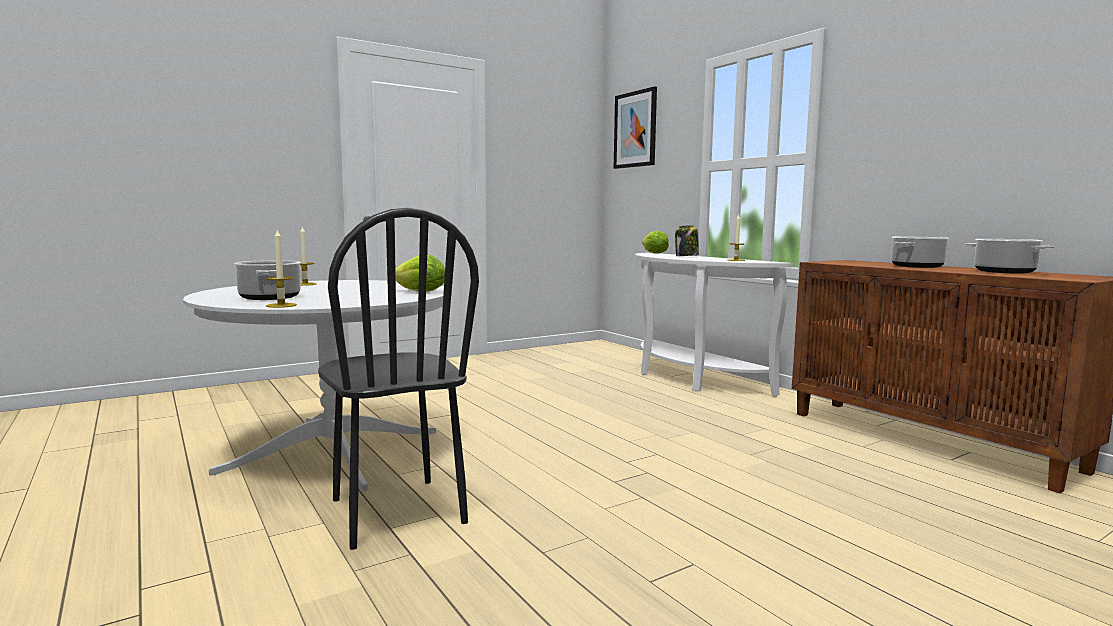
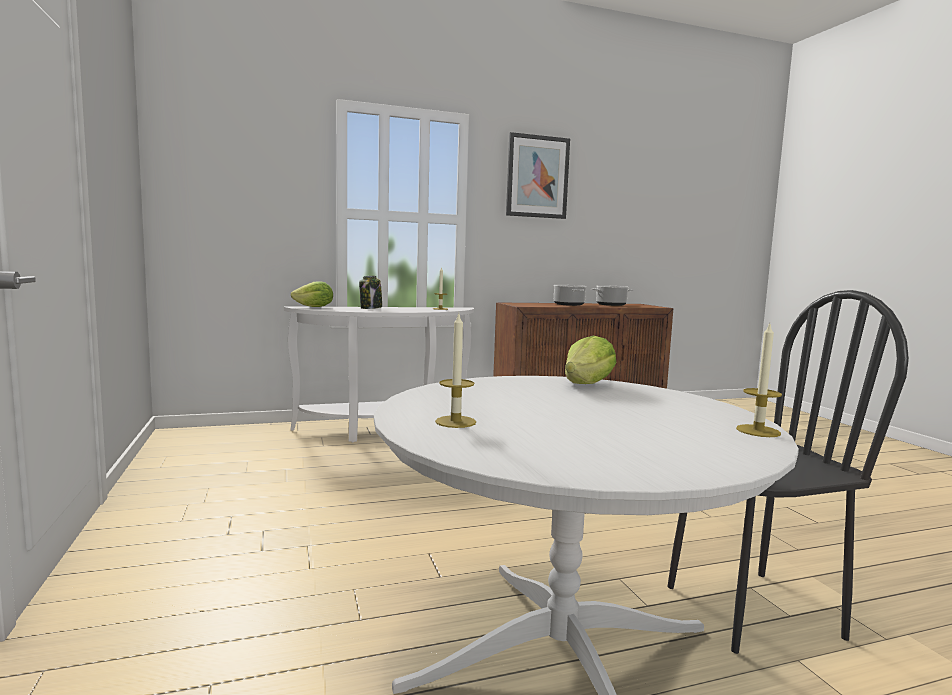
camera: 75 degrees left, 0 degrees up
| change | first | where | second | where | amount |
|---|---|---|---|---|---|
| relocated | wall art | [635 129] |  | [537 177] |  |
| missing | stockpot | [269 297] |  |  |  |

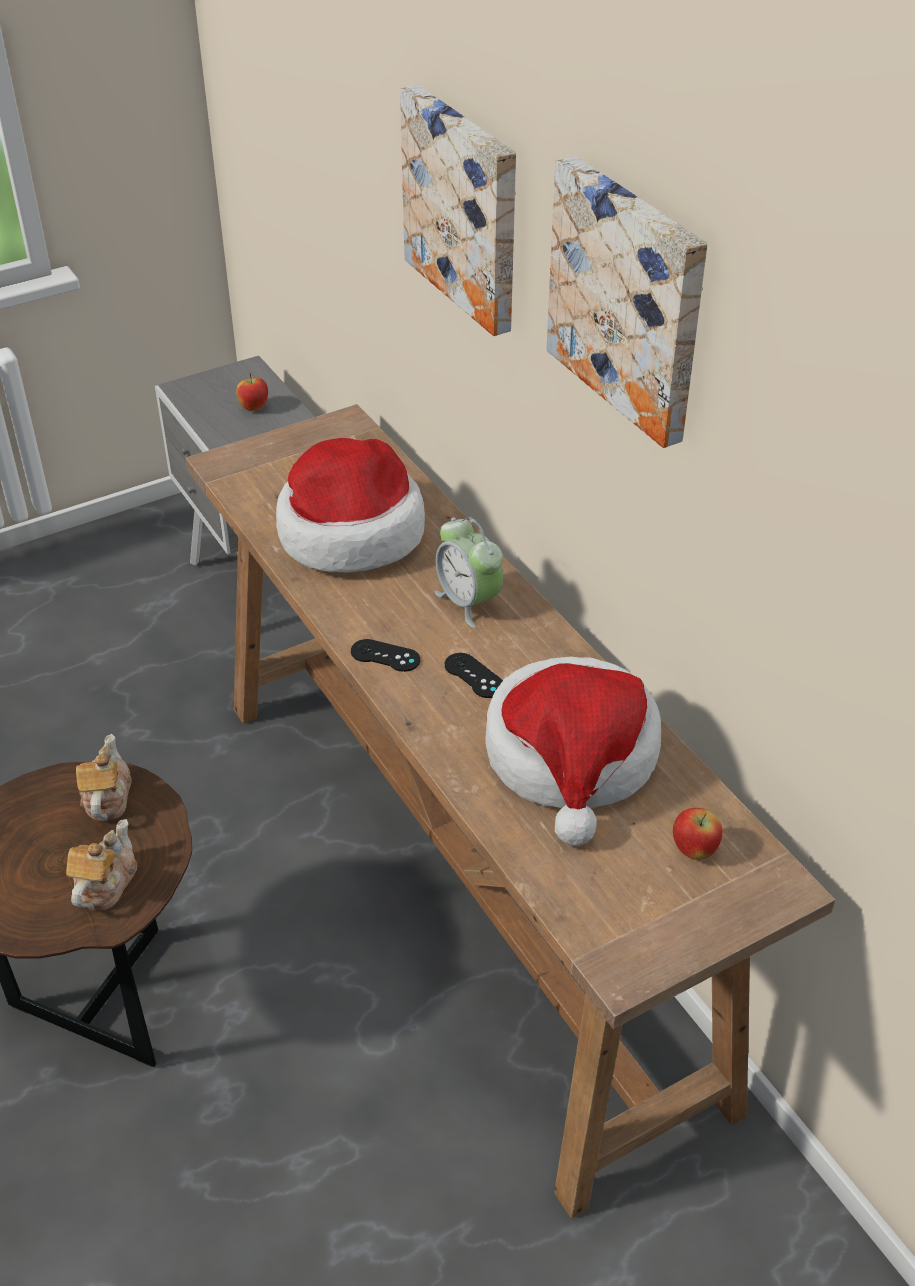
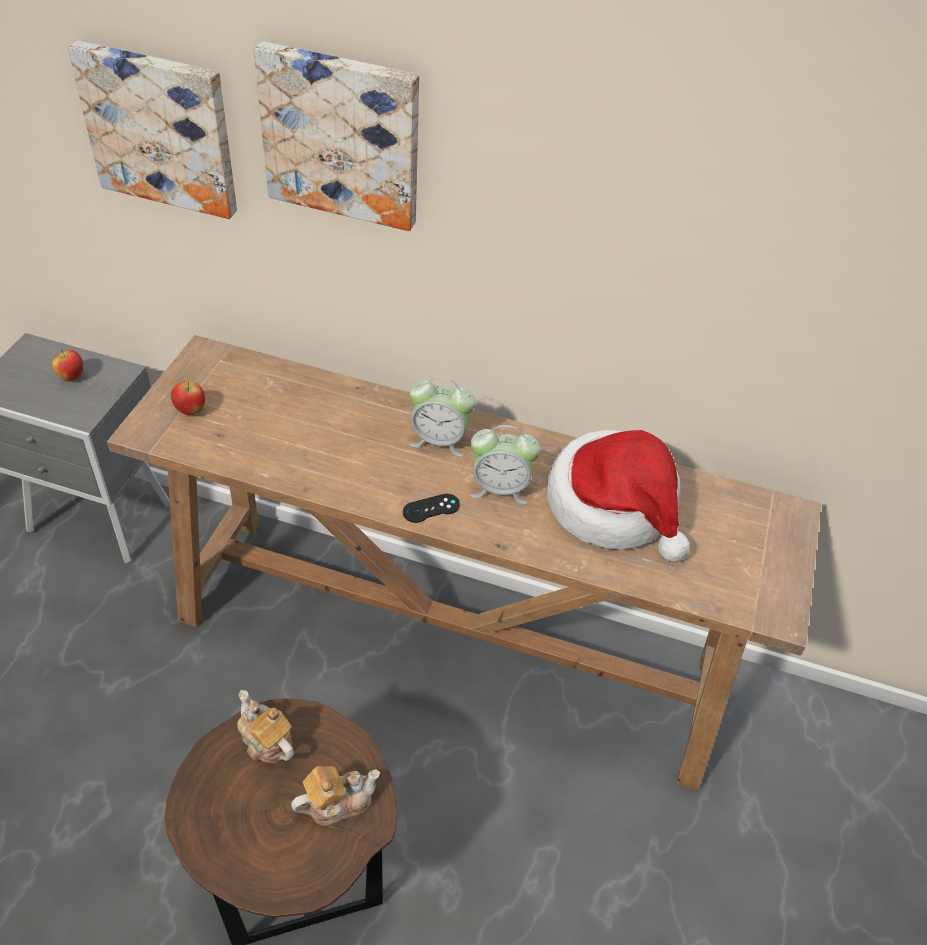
camera: 45 degrees left, 5 degrees up
| change | first | where | second | where | amount |
|---|---|---|---|---|---|
| relocated | wall art | [630 298] |  | [161 128] |  |
| missing | hat | [349 532] |  |  |  |
| exchanged | gamepad (blackish) | [474 676] | table clock | [500 488] |  |
| relocated | apple fruit | [694 850] |  | [191 411] |  |
| spun | tea pot | [105 884] |  | [337 802] | 90 degrees clockwise |

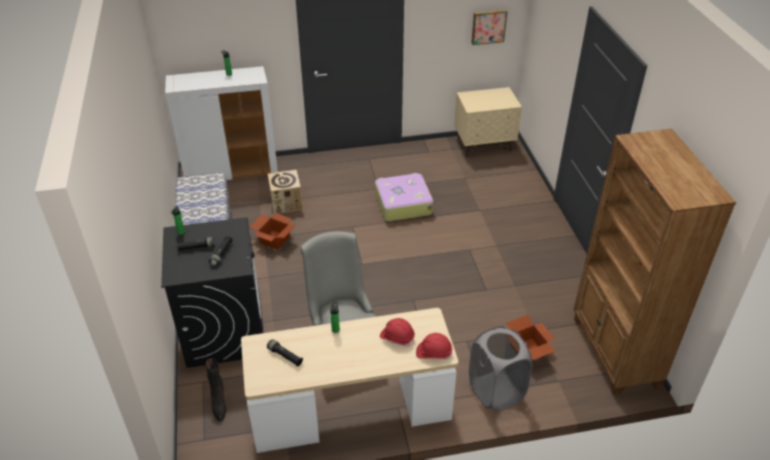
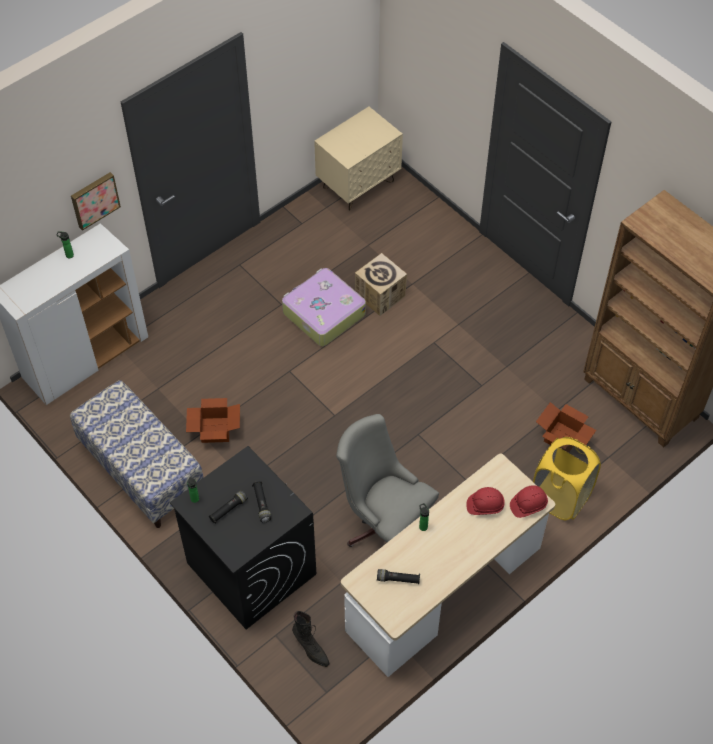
camera: 30 degrees left, 15 degrees up
| change | first | where | second | where | amount |
|---|---|---|---|---|---|
| relocated | wall art | [488 26] |  | [94 199] |  |
| relocated | cardboard box | [286 203] |  | [380 295] |  |
| colour | hamper (grey) | [495 391] | hamper (yellow-coloured) | [560 497] |  |

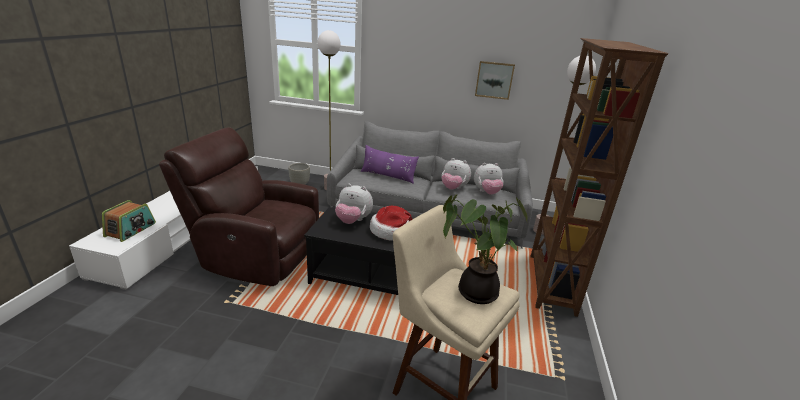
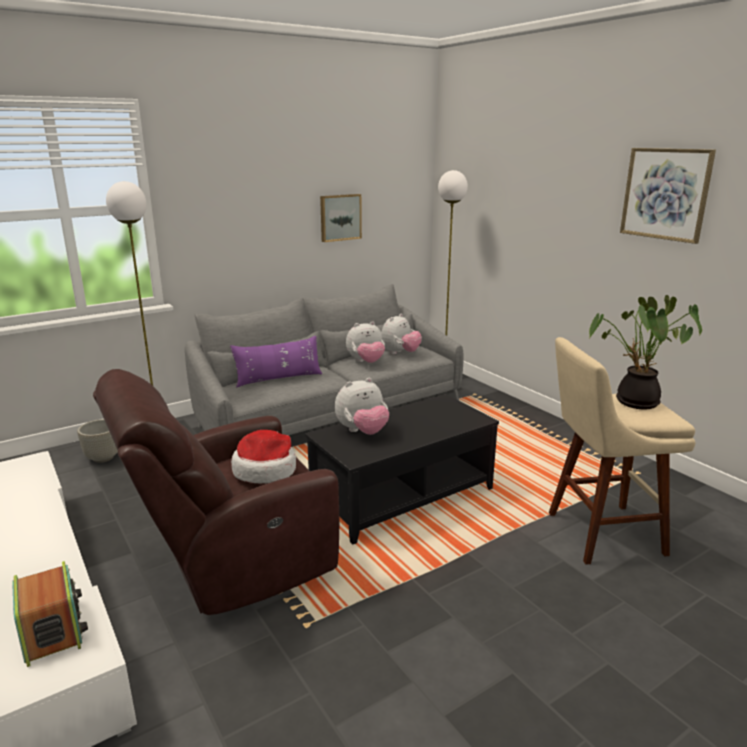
camera: 45 degrees left, 5 degrees down
| change | first | where | second | where | amount |
|---|---|---|---|---|---|
| missing | bookcase (brown) | [550 283] |  |  |  |
| relocated | hat | [391 231] |  | [265 470] |  |
| appeared |  |  | wall art | [665 194] |  |

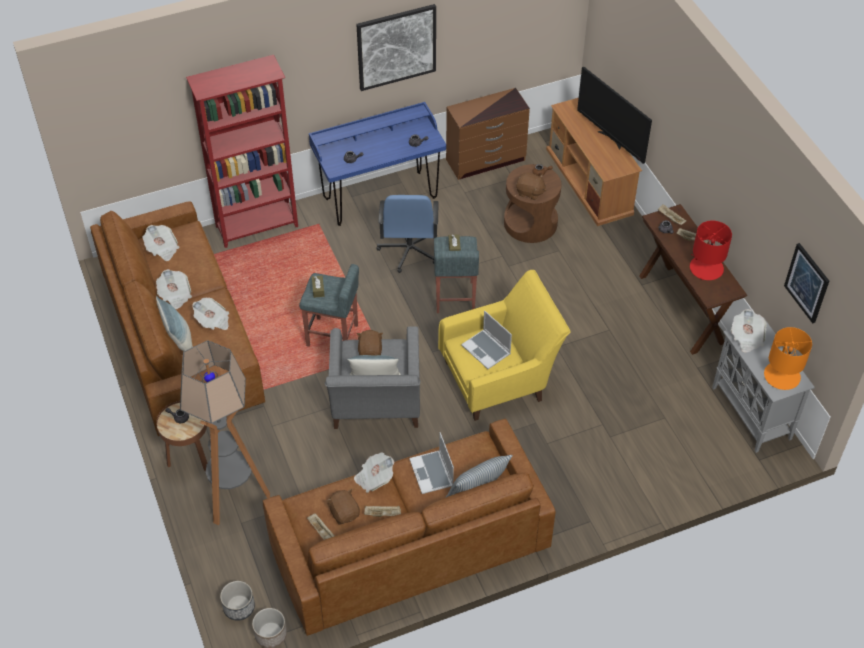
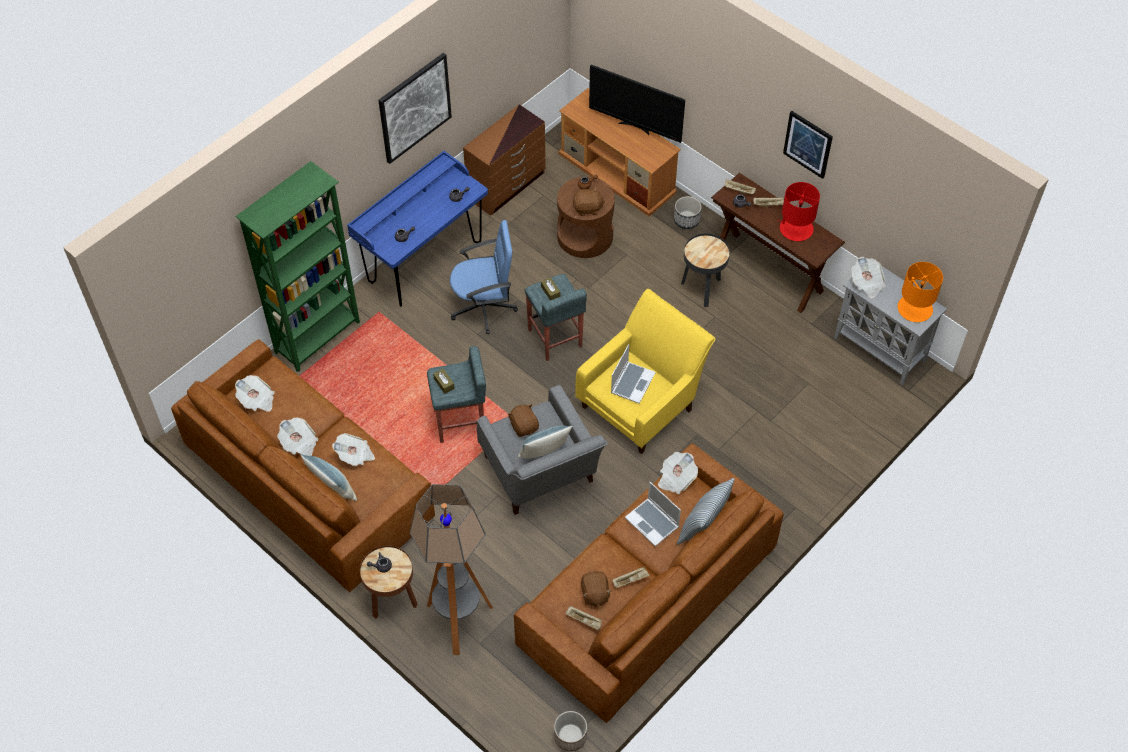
camera: 25 degrees left, 5 degrees up
| change | first | where | second | where | amount |
|---|---|---|---|---|---|
| colour | bookcase (red) | [258 227] | bookcase (greenish) | [318 337] |  |
| spun | computer chair (blue-coloured) | [409 251] |  | [484 307] | 75 degrees counterclockwise |
| relocated | wall art | [807 283] |  | [808 144] |  |
| spun | notebook computer | [487 350] |  | [632 382] | 90 degrees counterclockwise |
| relocated | printed paper | [374 478] |  | [676 478] |  |
| spun | cuddly toy (brown) | [344 513] |  | [594 594] | 135 degrees counterclockwise |
| relocated | flower pot | [239 607] |  | [687 220] |  |
| appeared |  |  | side table (blackish) | [702 289] |  |

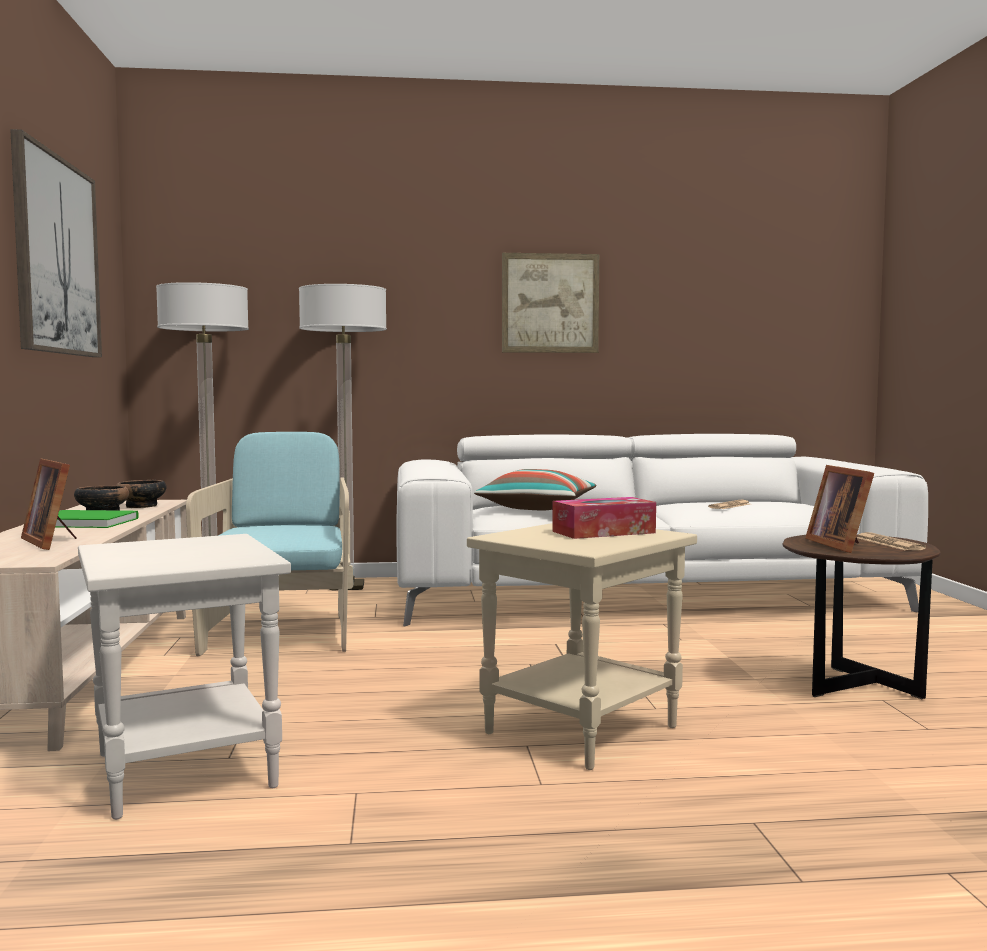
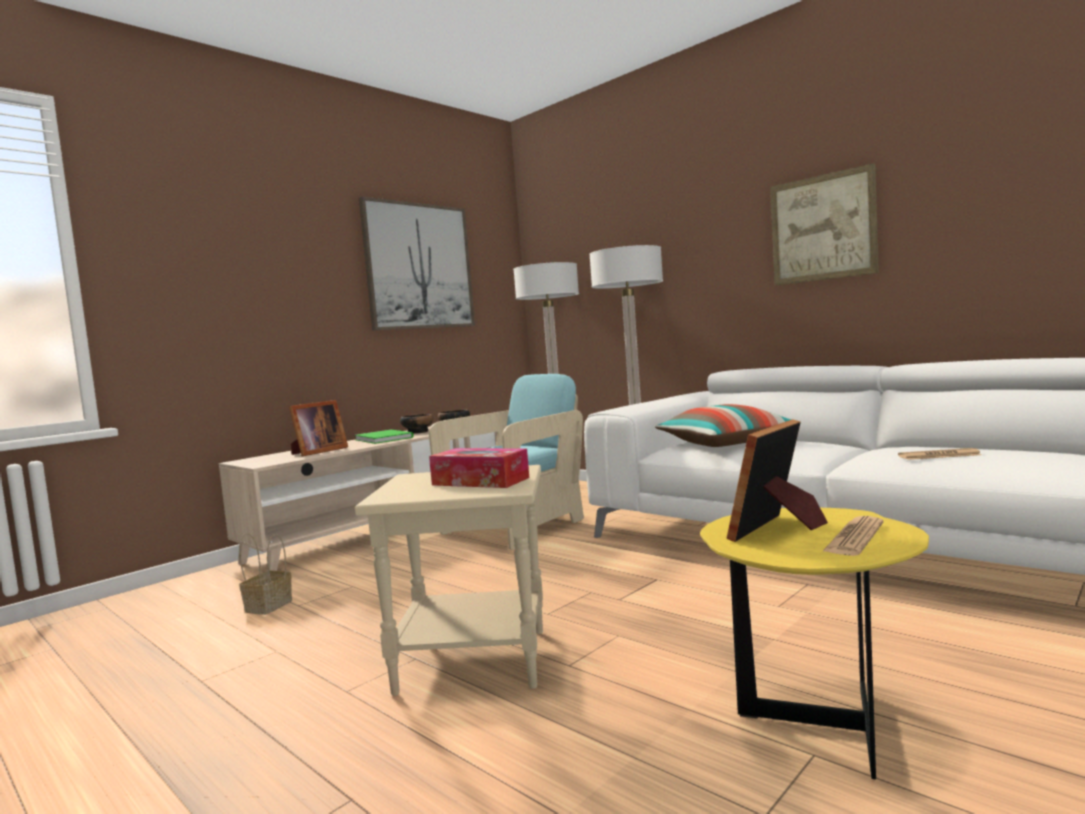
camera: 50 degrees right, 0 degrees up
| change | first | where | second | where | amount |
|---|---|---|---|---|---|
| spun | photo frame | [53 542] |  | [317 452] | 150 degrees counterclockwise |
| exchanged | side table (whitish) | [182 770] | basket | [269 605] |  |
| colour | side table (brown) | [854 689] | side table (yellow-coloured) | [816 727] |  |

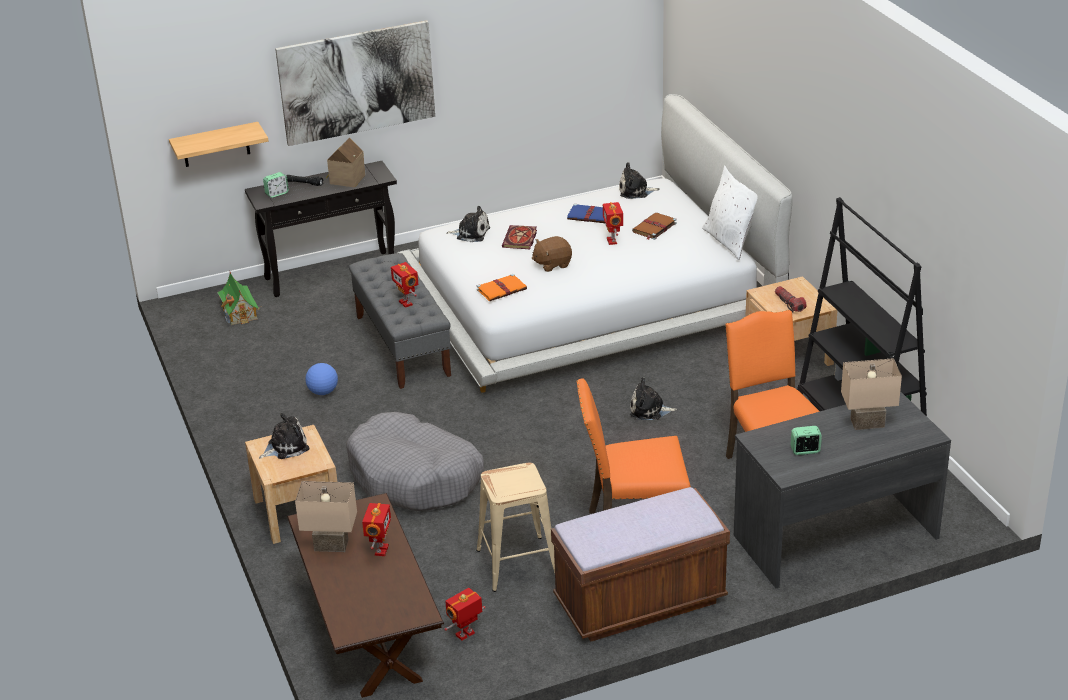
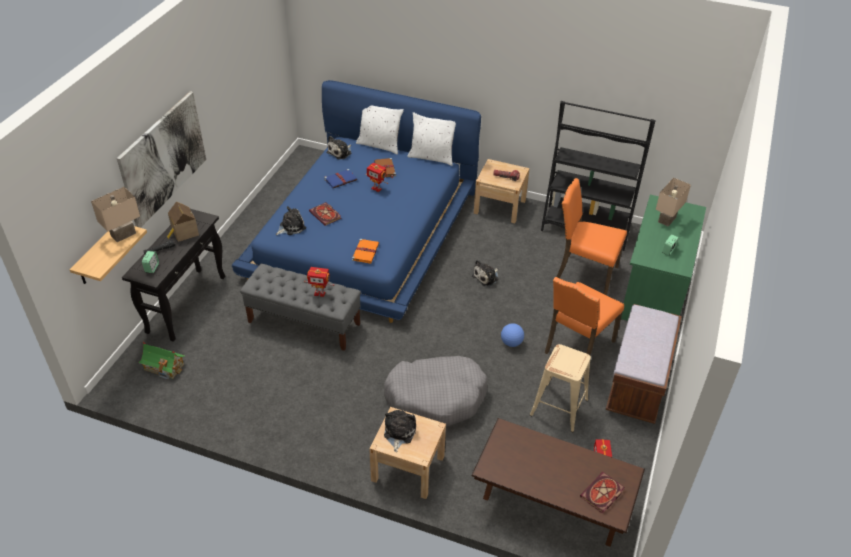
camera: 50 degrees left, 10 degrees up
| change | first | where | second | where | amount |
|---|---|---|---|---|---|
| colour | sleeping bed (whitish) | [590 300] | sleeping bed (blue-coloured) | [364 232] |  |
| missing | cuddly toy (brown) | [552 264] |  |  |  |
| relocated | football | [323 392] |  | [511 343] |  |
| colour | desk (grey) | [834 535] | desk (greenish) | [654 288] |  |
| relocated | tabletop lamp (beige-coloured) | [332 544] |  | [123 234] |  |
| missing | toy robot | [380 550] |  |  |  |
| appeared |  |  | throw pillow (whitish) | [379 145] |  |
| appeared |  |  | bound book | [602 494] |  |

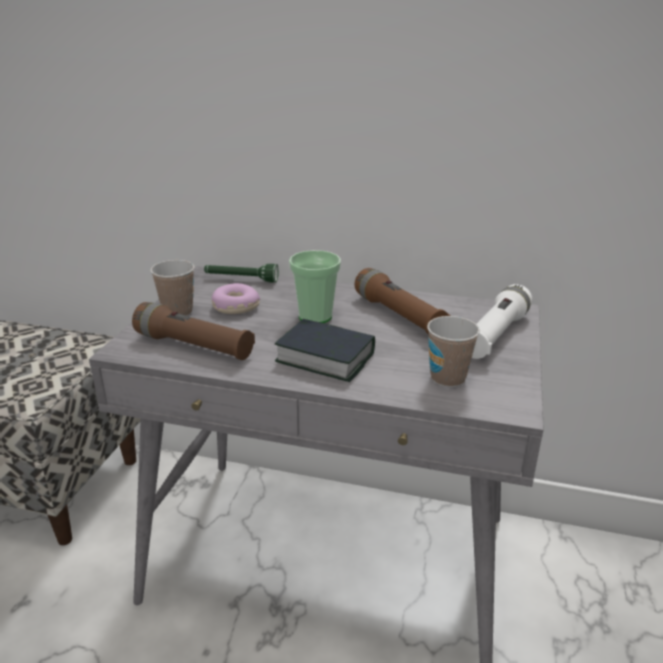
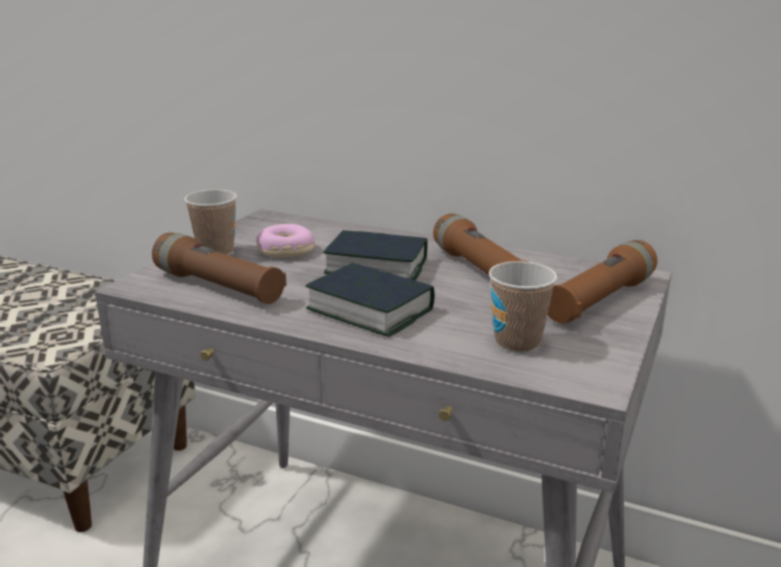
camera: 10 degrees right, 5 degrees down
| change | first | where | second | where | amount |
|---|---|---|---|---|---|
| exchanged | small cup | [315 316] | bound book | [376 266] |  |
| missing | flashlight (greenish) | [241 279] |  |  |  |
| colour | flashlight (whitish) | [495 335] | flashlight (brown) | [599 300] |  |

